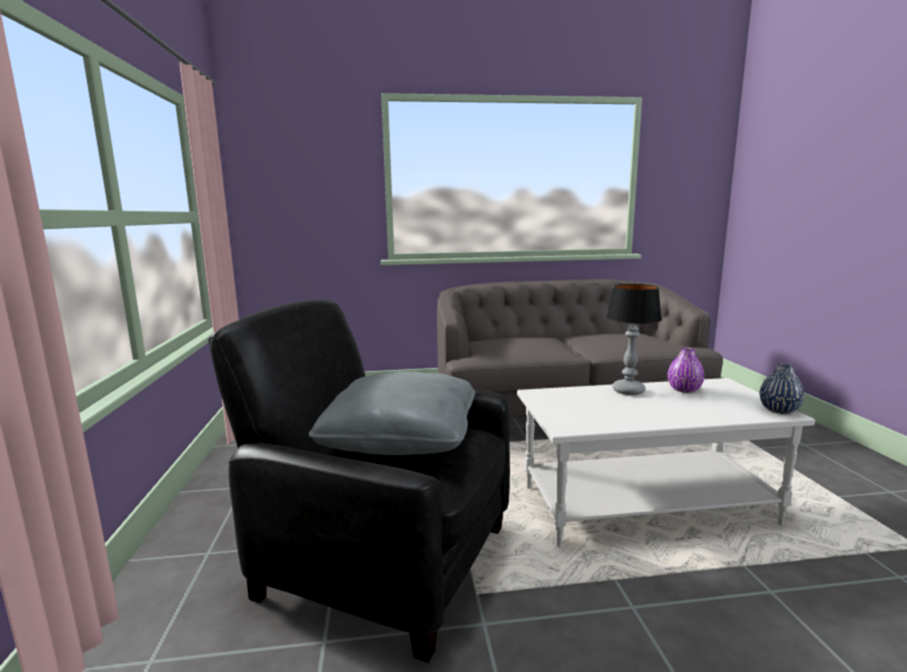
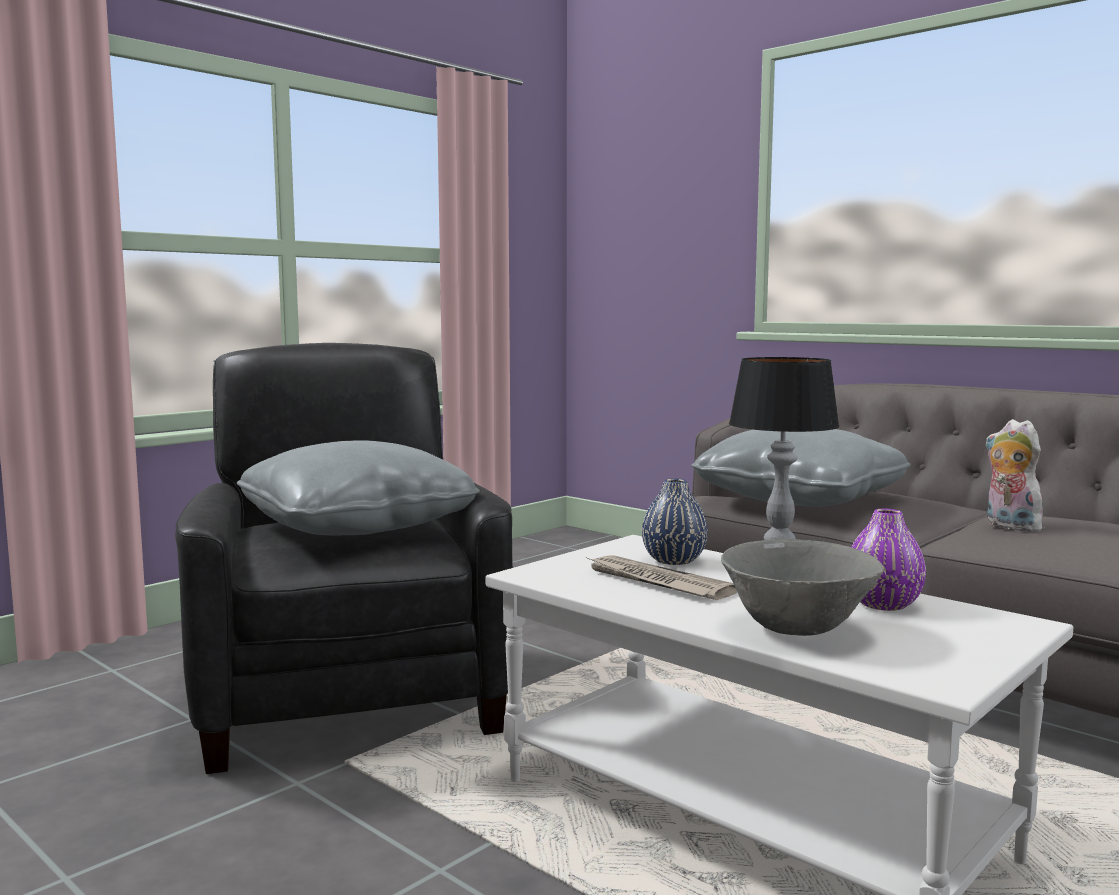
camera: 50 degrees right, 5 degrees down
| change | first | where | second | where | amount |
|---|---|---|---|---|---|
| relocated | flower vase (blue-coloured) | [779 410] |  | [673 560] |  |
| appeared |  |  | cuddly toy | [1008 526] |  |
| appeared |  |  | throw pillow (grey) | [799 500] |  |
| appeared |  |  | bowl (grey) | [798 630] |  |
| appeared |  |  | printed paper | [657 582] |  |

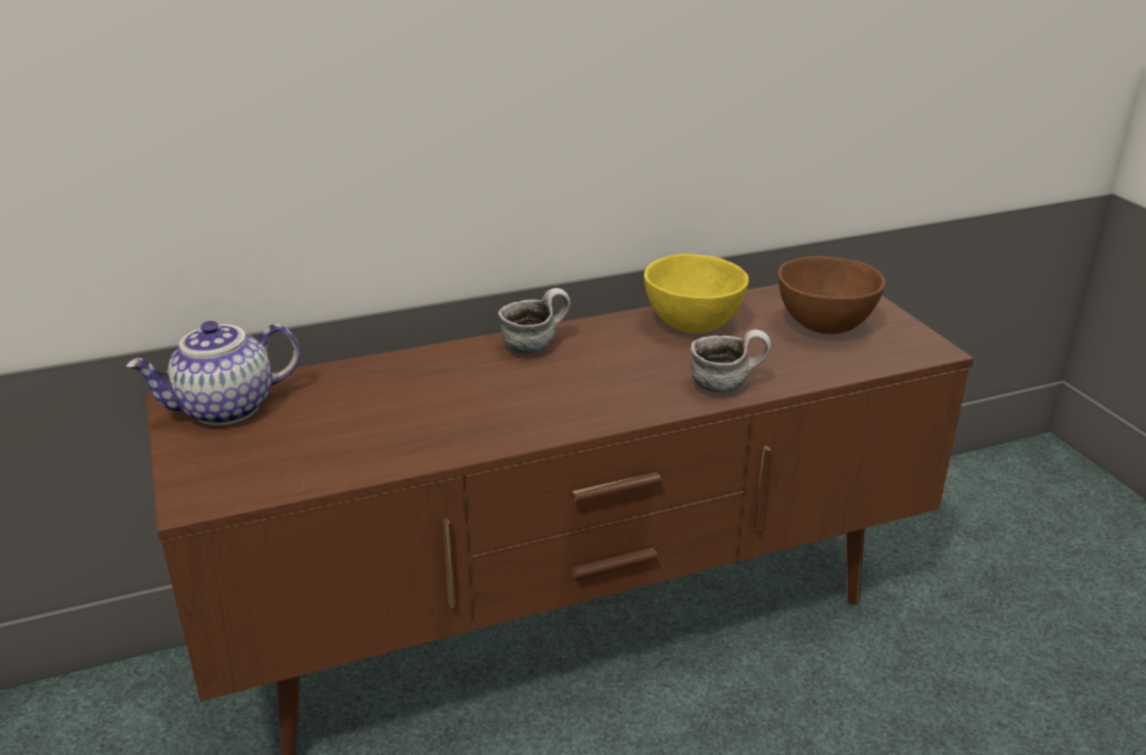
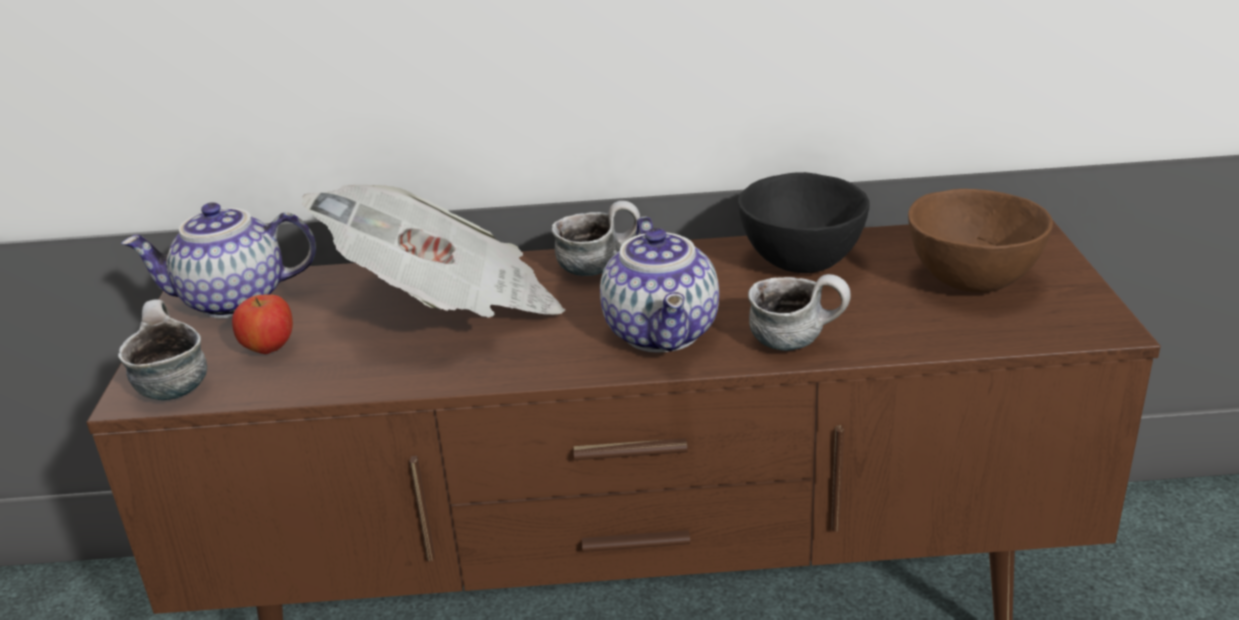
camera: 20 degrees right, 0 degrees up
| change | first | where | second | where | amount |
|---|---|---|---|---|---|
| colour | bowl (yellow-coloured) | [692 324] | bowl (blackish) | [801 261] |  |
| appeared |  |  | printed paper | [448 307] |  |
| appeared |  |  | tea pot | [664 333] |  |
| appeared |  |  | apple fruit | [269 349] |  |
| appeared |  |  | tea mug | [170 385] |  |

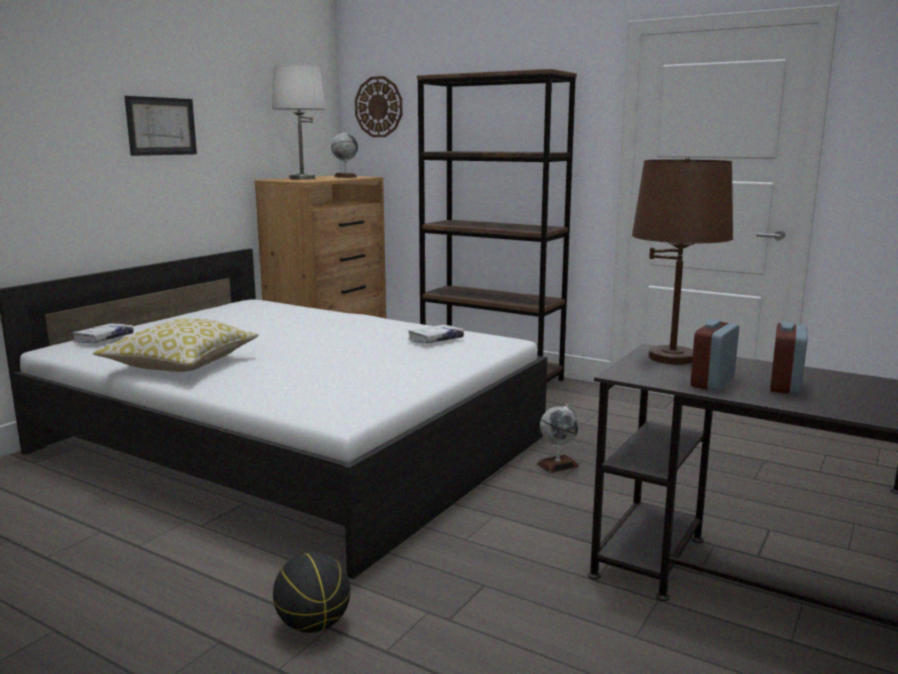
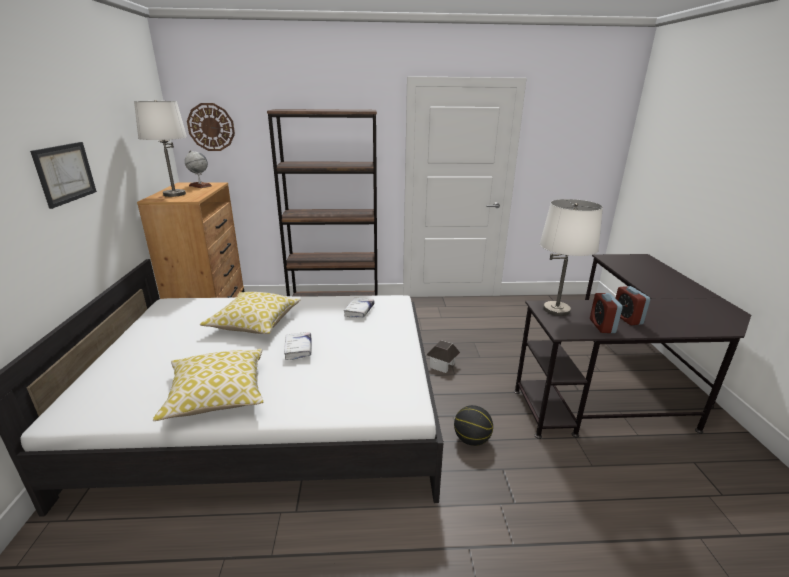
camera: 35 degrees left, 10 degrees up
| change | first | where | second | where | amount |
|---|---|---|---|---|---|
| colour | tabletop lamp (brown) | [672 357] | tabletop lamp (whitish) | [556 309] |  |
| relocated | bound book (whitish) | [104 339] |  | [298 349] |  |
| exchanged | world globe | [557 465] | model house | [442 365] |  |
| relocated | basketball ball | [313 625] |  | [471 440] |  |
| appeared |  |  | throw pillow | [254 323] |  |

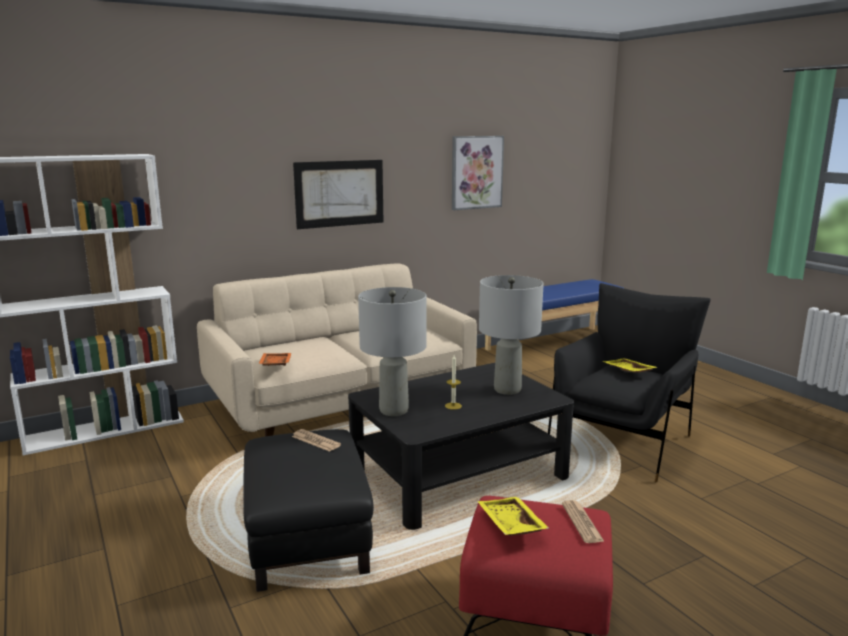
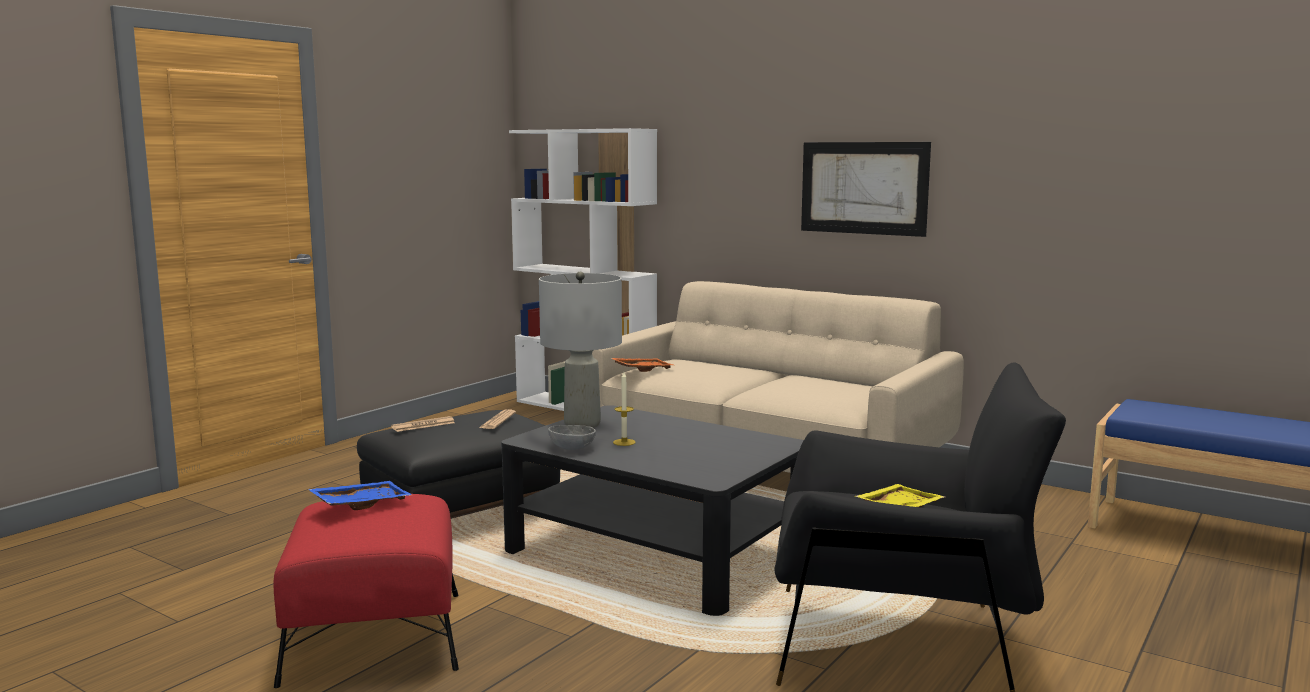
camera: 65 degrees right, 5 degrees down
| change | first | where | second | where | amount |
|---|---|---|---|---|---|
| missing | wall art | [476 172] |  |  |  |
| missing | tabletop lamp (grey) | [507 390] |  |  |  |
| colour | tray (yellow-coloured) | [509 525] | tray (blue-coloured) | [360 504] |  |
| relocated | printed paper | [582 522] |  | [423 425] |  |
| appeared |  |  | bowl (grey) | [572 448] |  |

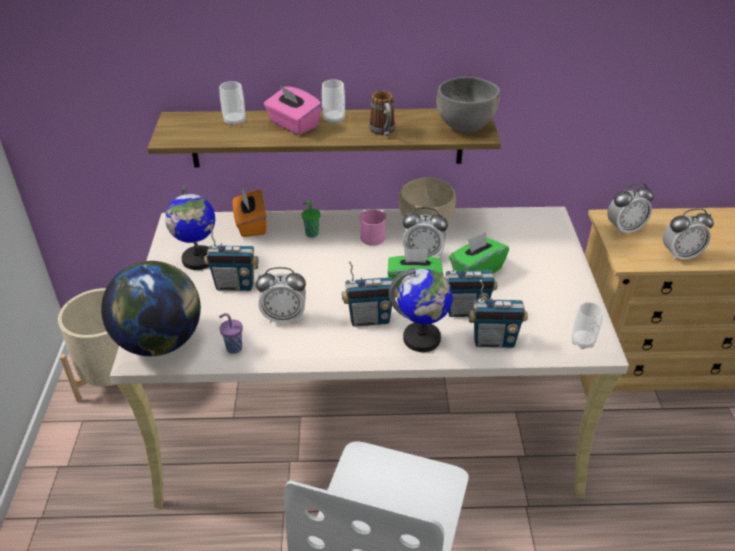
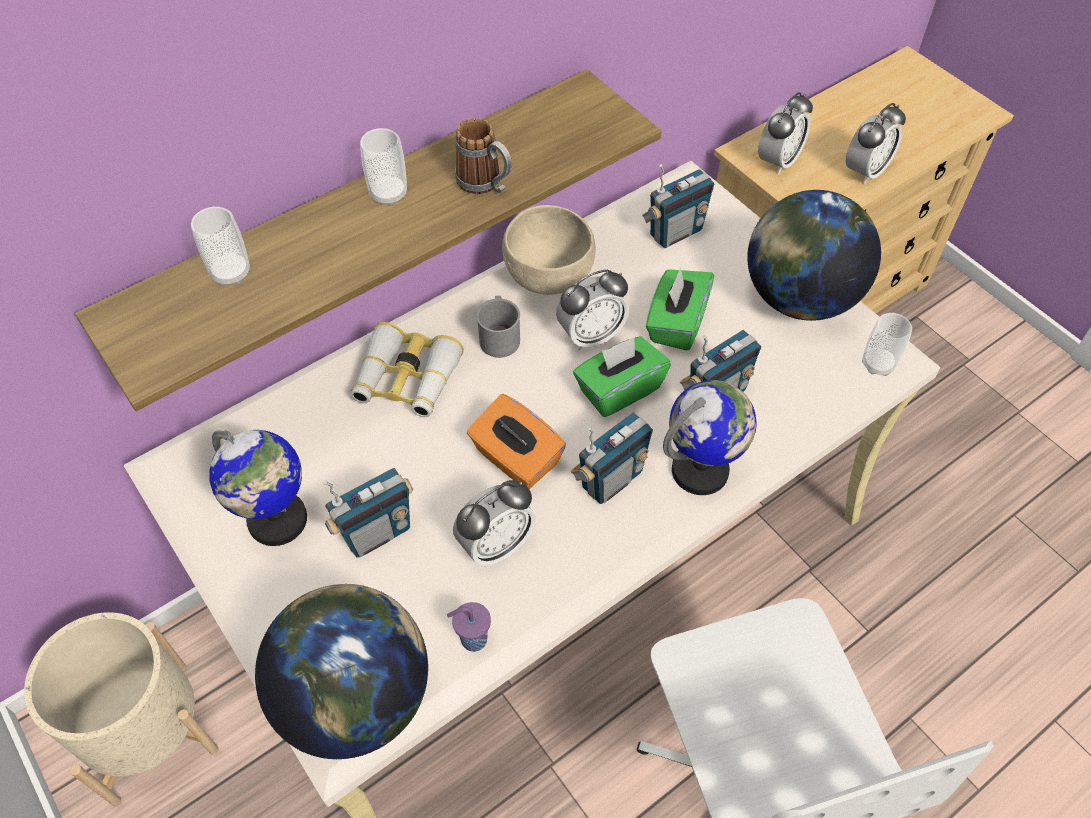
camera: 35 degrees left, 15 degrees up
| change | first | where | second | where | amount |
|---|---|---|---|---|---|
| missing | bowl (grey) | [465 126] |  |  |  |
| missing | tissue holder (pinkish) | [293 125] |  |  |  |
| relocated | tissue holder (orange-coloured) | [251 225] |  | [516 459] |  |
| exchanged | small cup (greenish) | [311 233] | binoculars | [406 380] |  |
| colour | tea mug (pinkish) | [375 236] | tea mug (grey) | [499 336] |  |
| relocated | radio receiver | [493 341] |  | [675 232] |  |
| appeared |  |  | world globe | [799 298] |  |

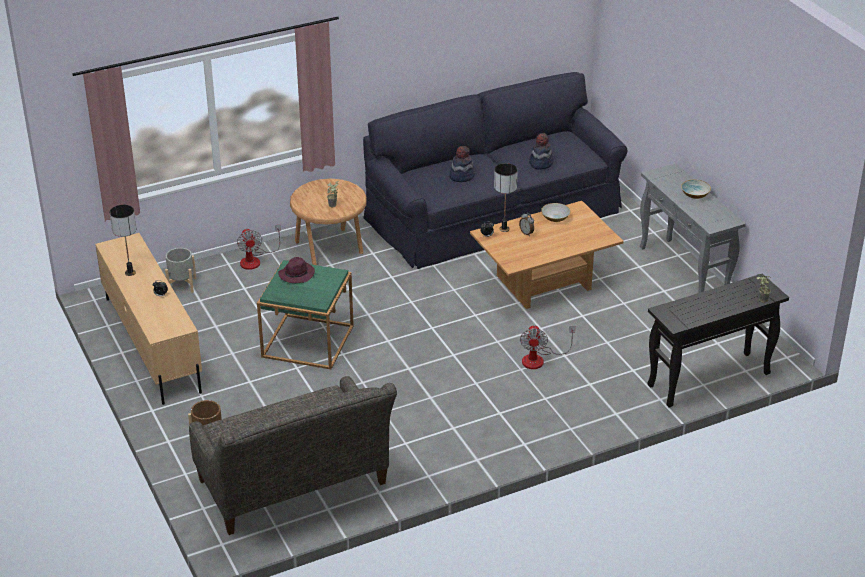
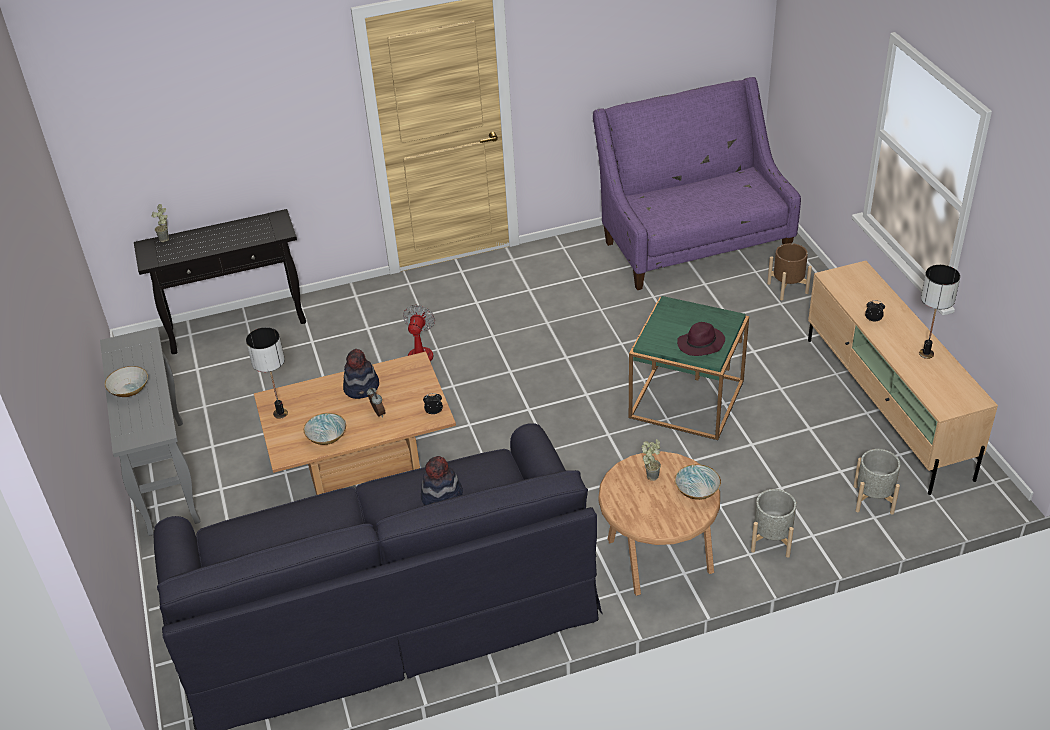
camera: 170 degrees left, 5 degrees up
| change | first | where | second | where | amount |
|---|---|---|---|---|---|
| relocated | hat | [540 163] |  | [362 388] |  |
| relocated | tabletop lamp | [504 229] |  | [280 414] |  |
| exchanged | cooling fan | [255 260] | flower pot (grey) | [772 540] |  |
| colour | settee (grey) | [296 488] | settee (purple-coloured) | [692 242] |  |
| appeared |  |  | bowl | [697 490] |  |

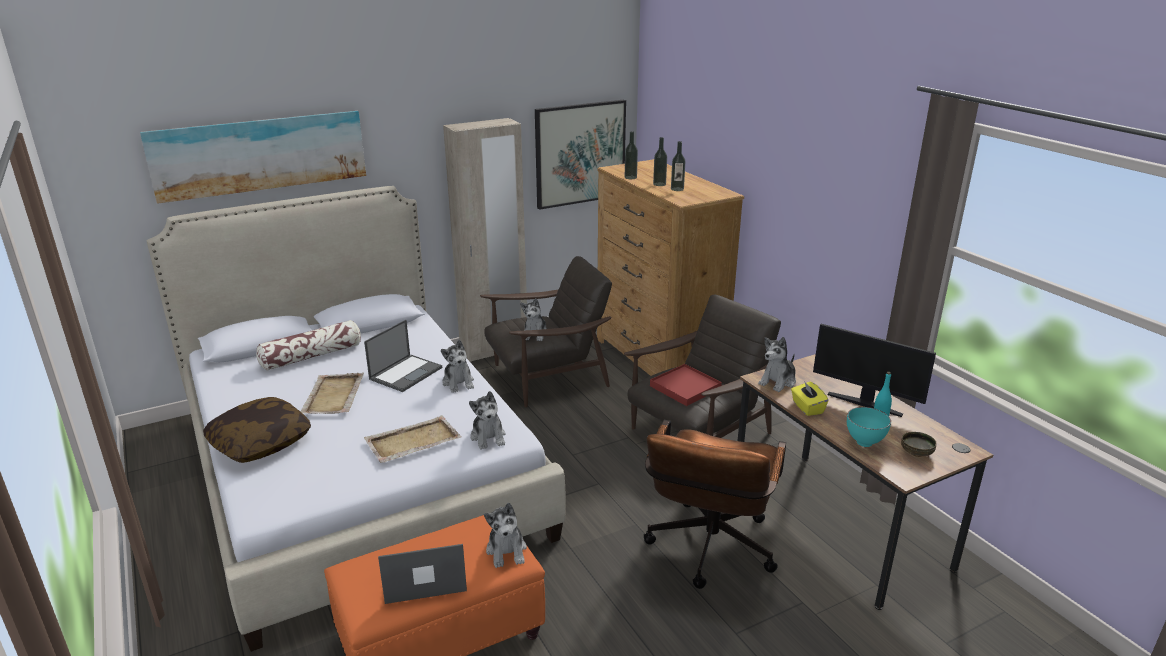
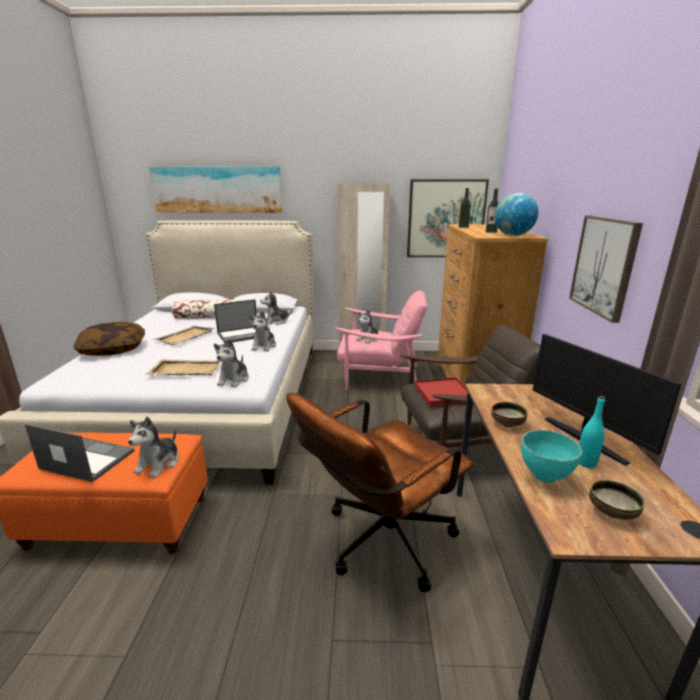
camera: 30 degrees right, 5 degrees down
| change | first | where | second | where | amount |
|---|---|---|---|---|---|
| missing | beverage bottle | [659 184] |  |  |  |
| colour | lounge chair (brown) | [547 377] | lounge chair (pinkish) | [379 376] |  |
| relocated | cuddly toy | [778 381] |  | [276 322] |  |
| exchanged | tissue holder (yellow-coloured) | [807 408] | bowl | [507 424] |  |
| appeared |  |  | world globe | [513 235] |  |
| appeared |  |  | wall art | [604 266] |  |

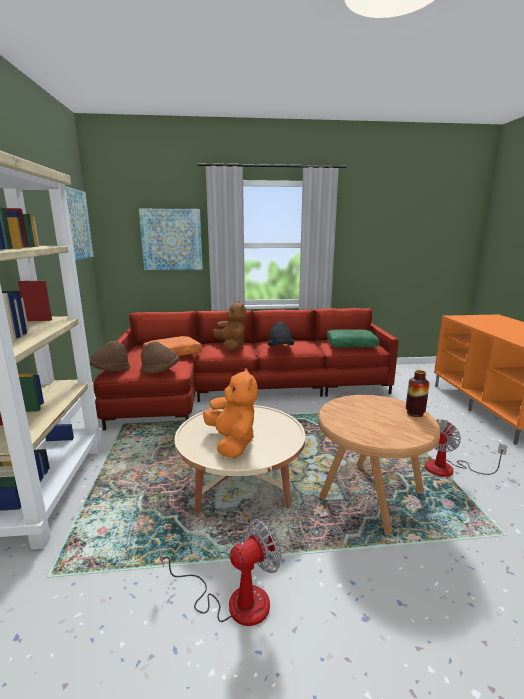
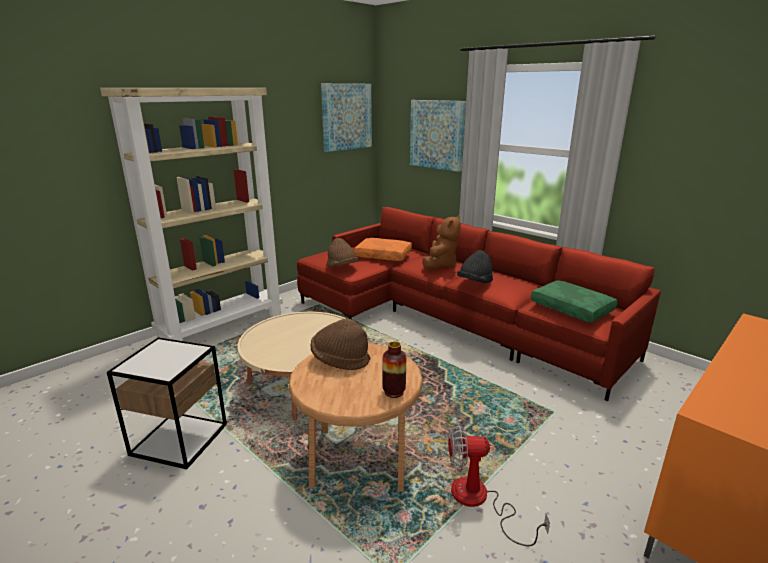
camera: 50 degrees right, 5 degrees up
| change | first | where | second | where | amount |
|---|---|---|---|---|---|
| relocated | hat (brown) | [110 370] |  | [340 360] |  |
| missing | cuddly toy (orange-coloured) | [232 442] |  |  |  |
| exchanged | cooling fan | [234 601] | side table | [179 439] |  |

